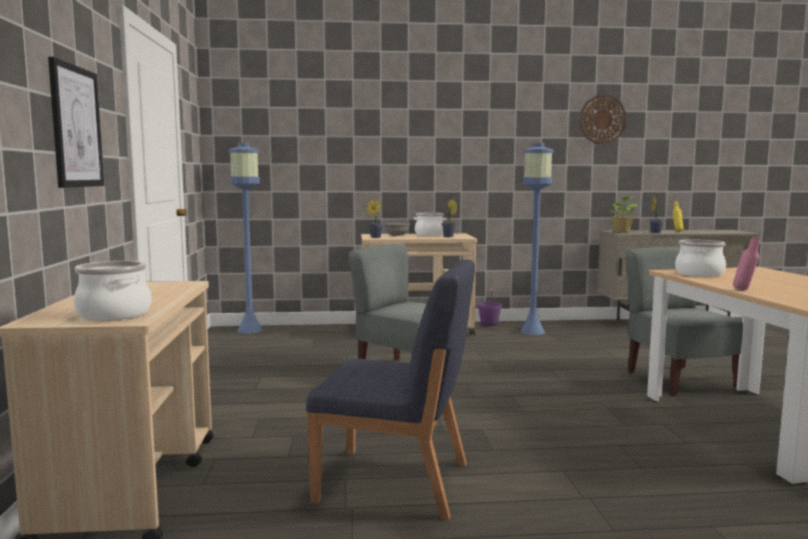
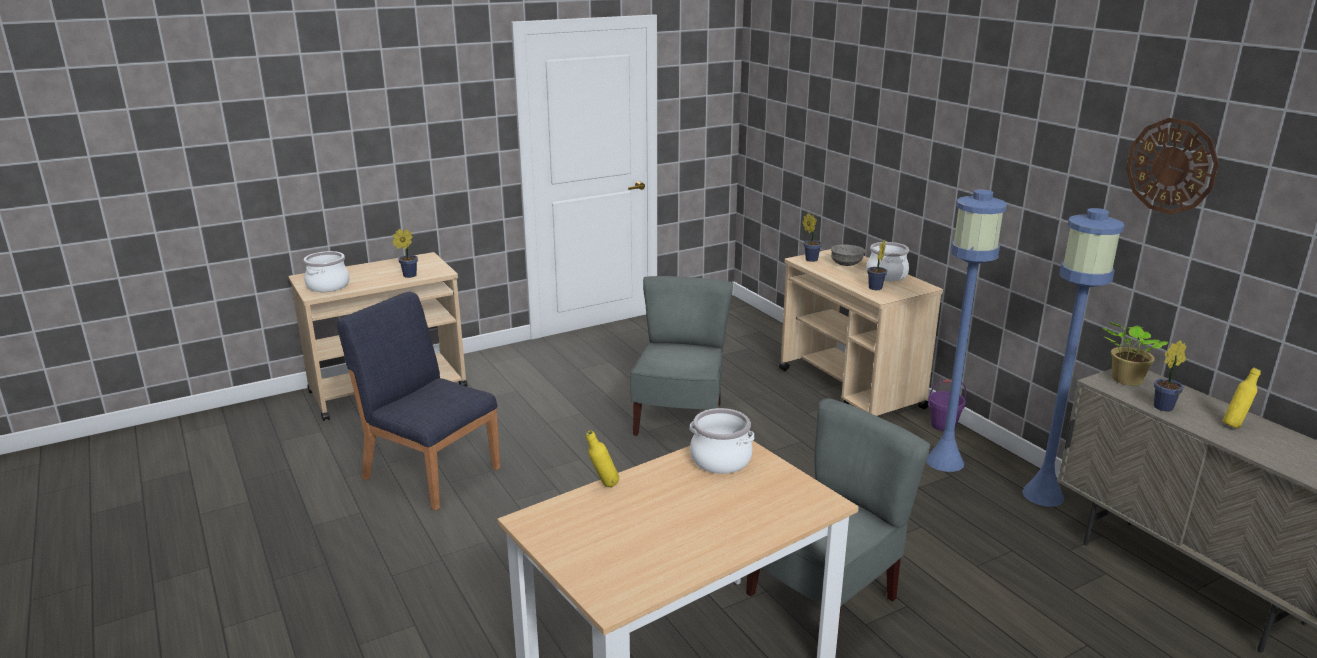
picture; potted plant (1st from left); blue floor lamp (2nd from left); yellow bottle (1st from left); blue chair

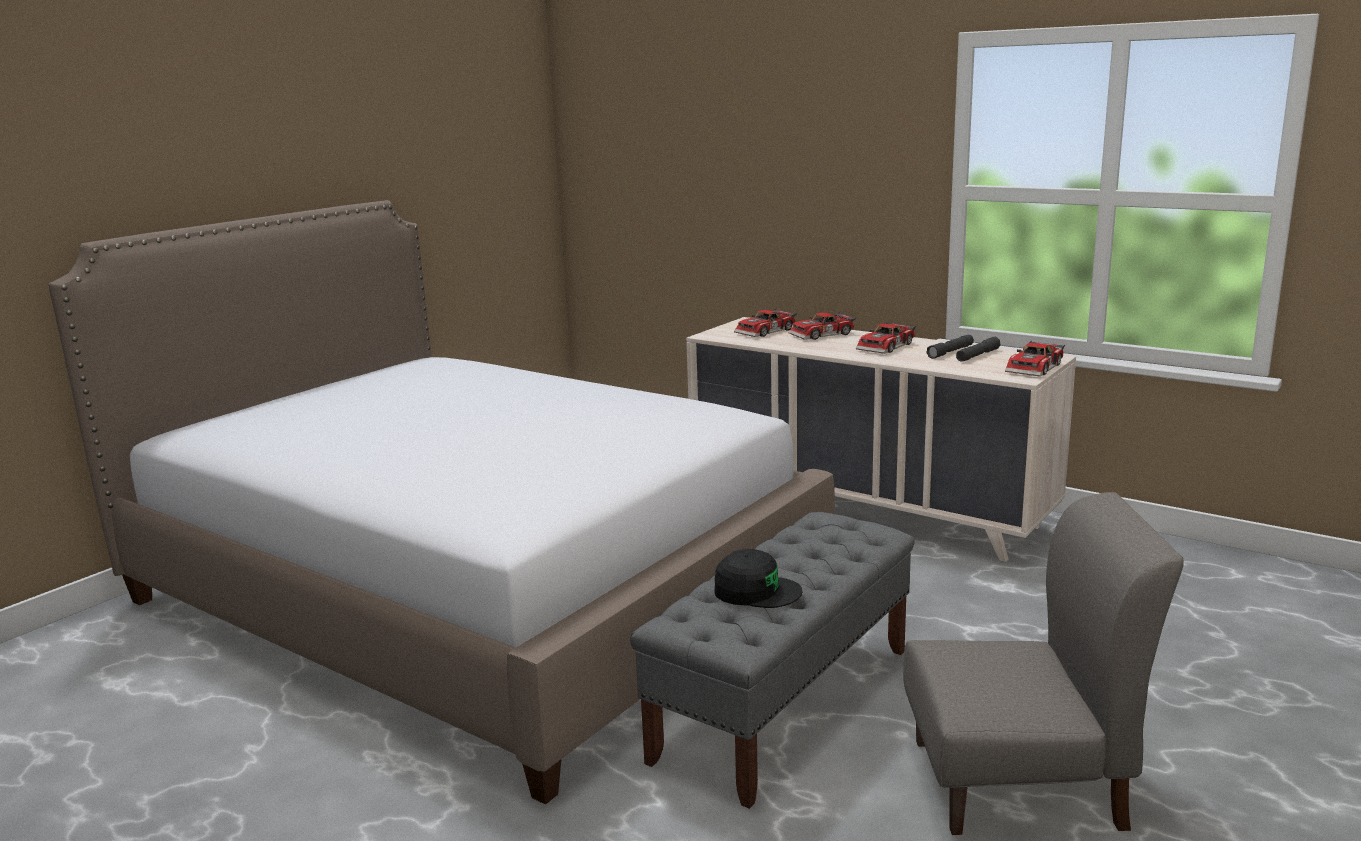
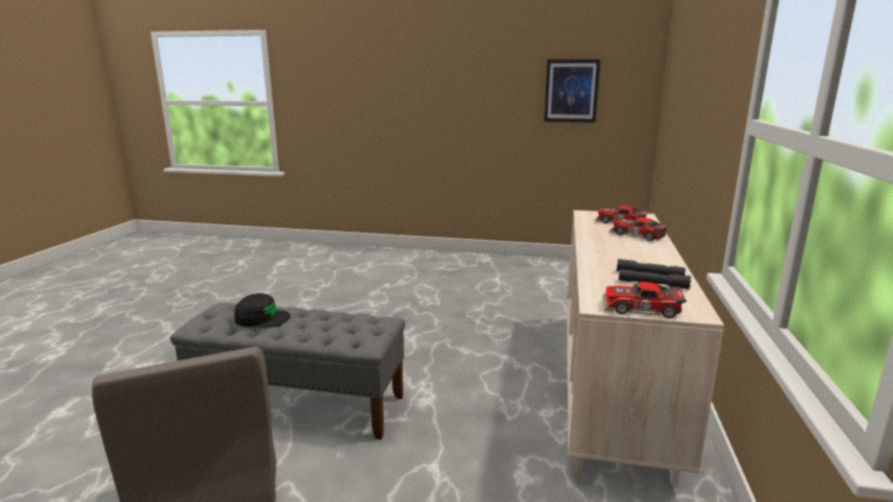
bed; toy car (3rd from left in the first image); picture; black cap

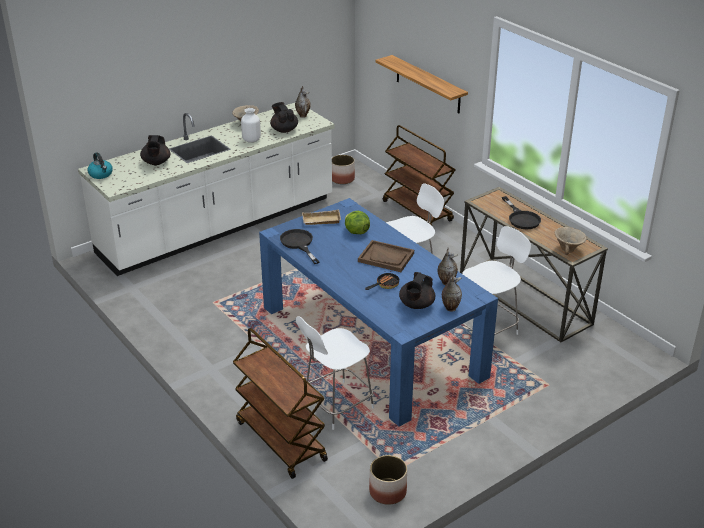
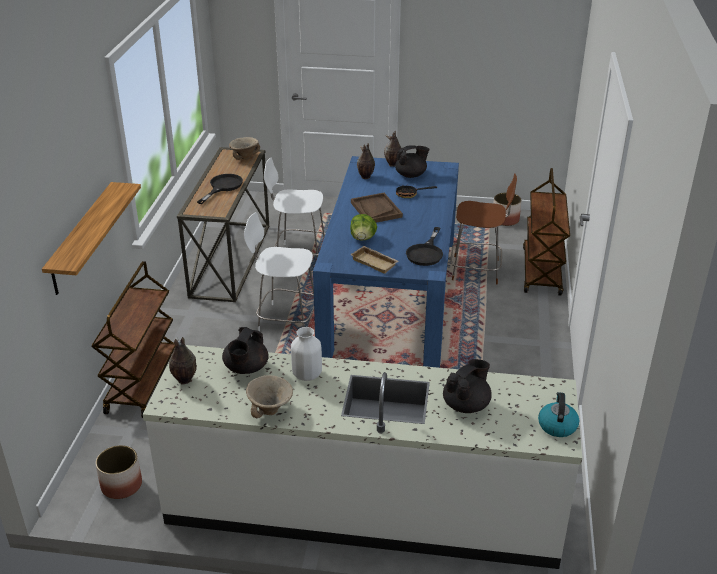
brown chair

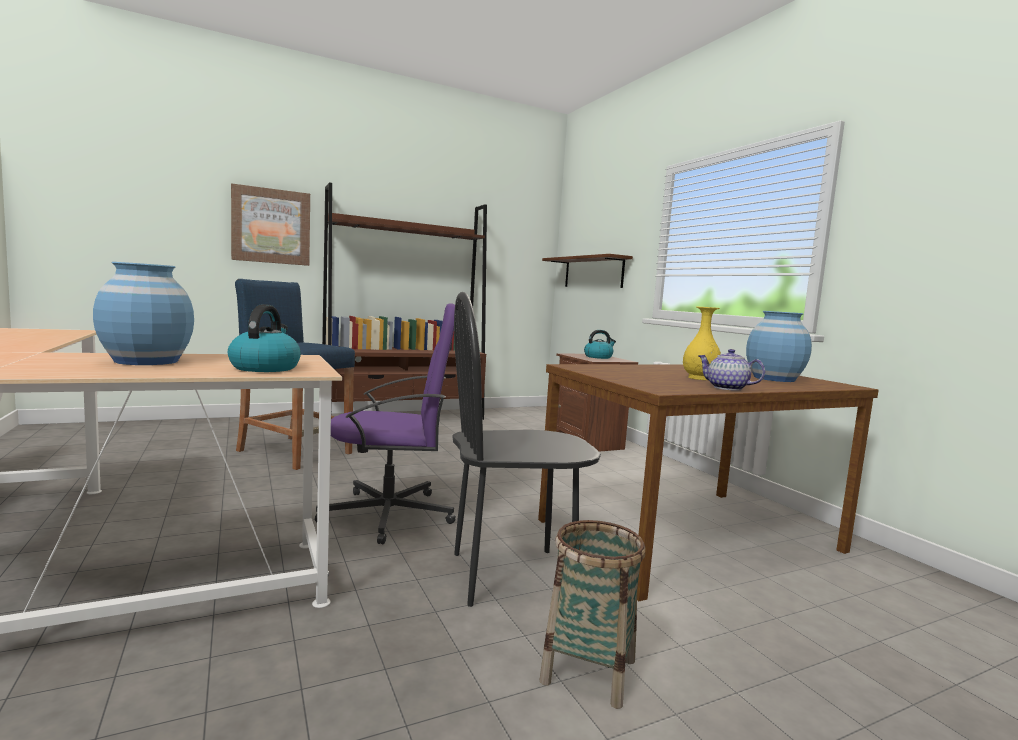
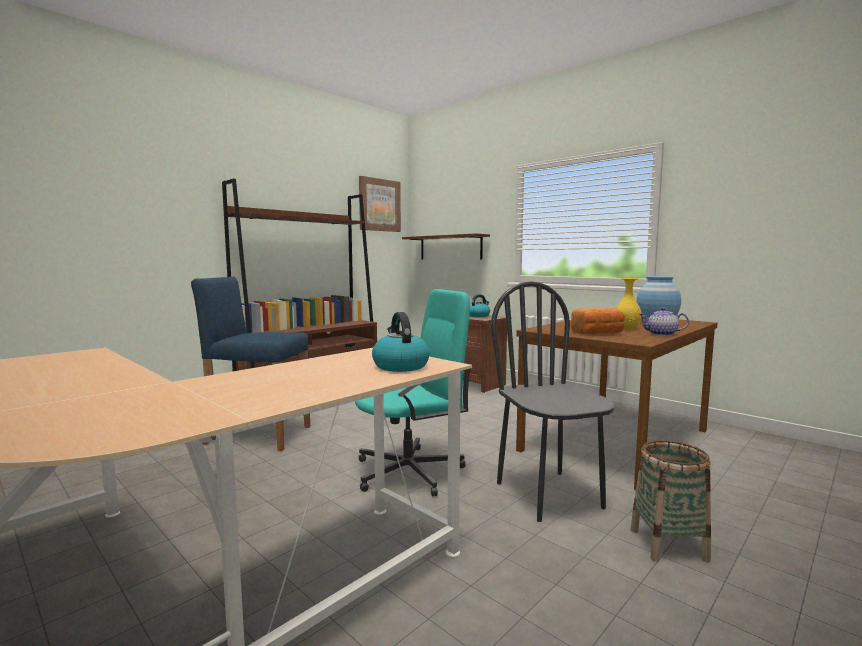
blue vase (1st from left in the first image); bread; picture; turquoise office chair; black chair

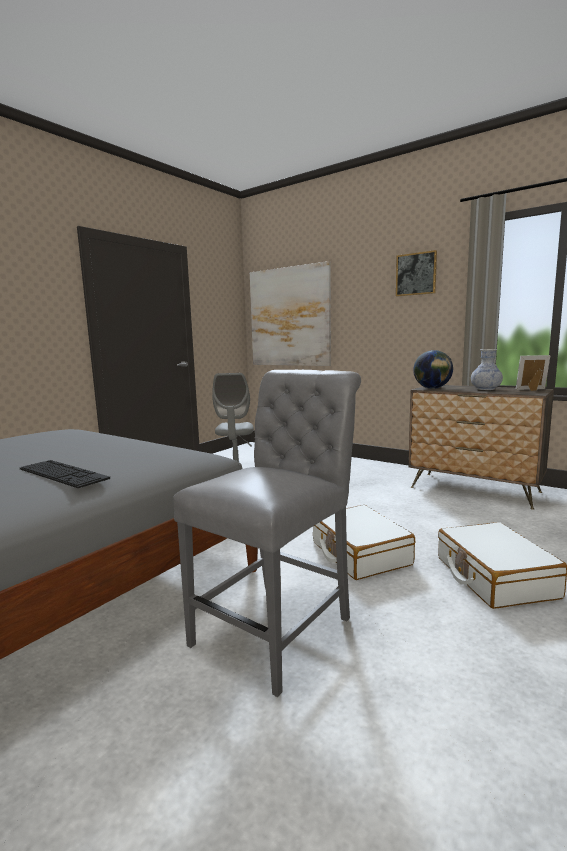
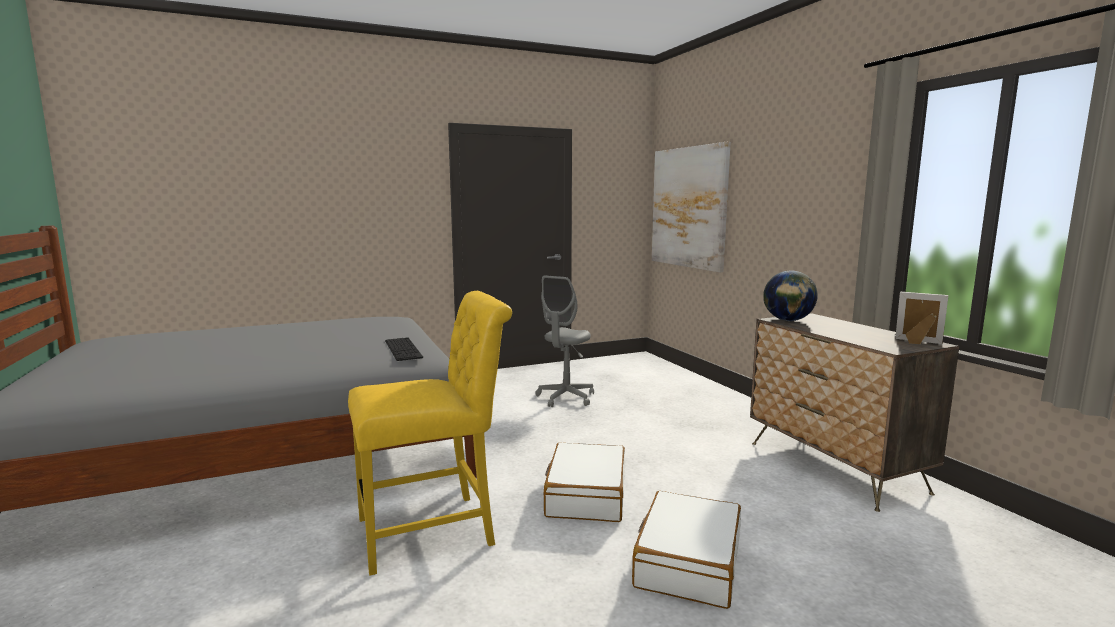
picture (2nd from left in the first image); vase; keyboard; yellow chair

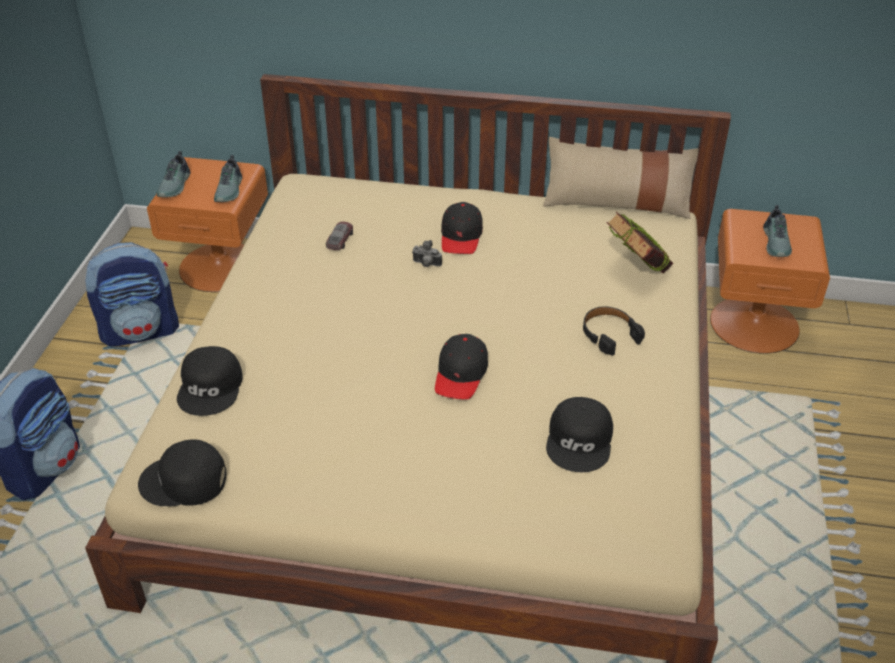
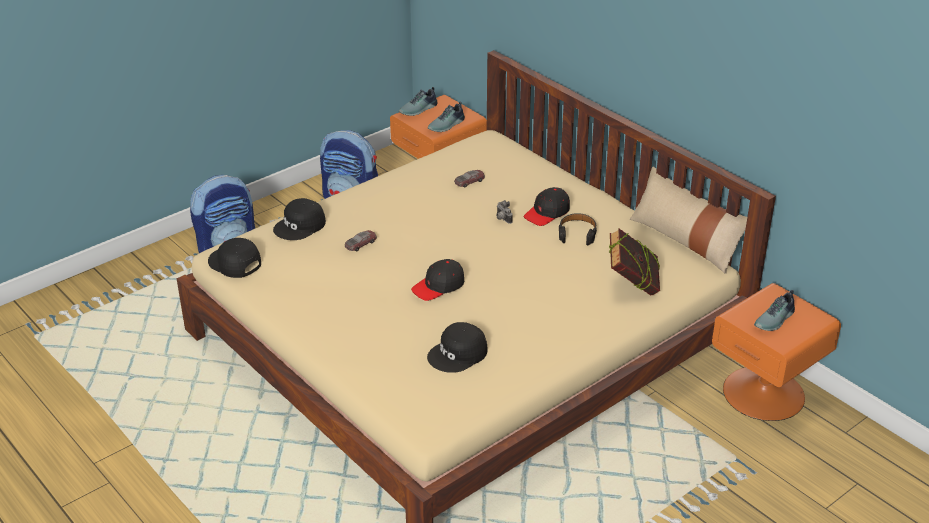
toy car (1st from left); black headphones

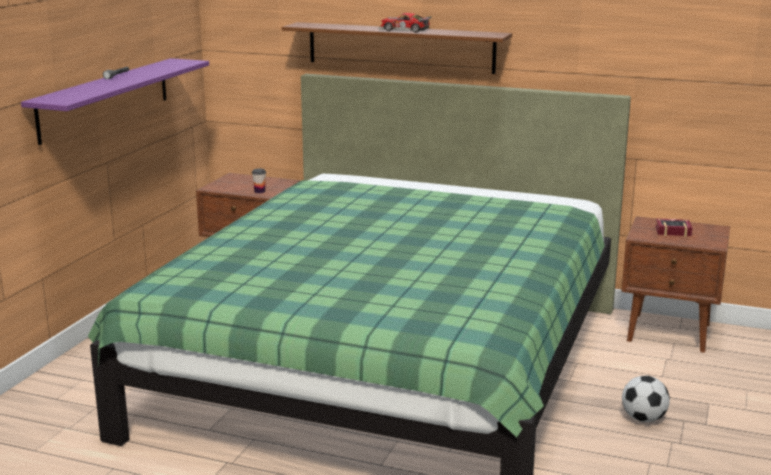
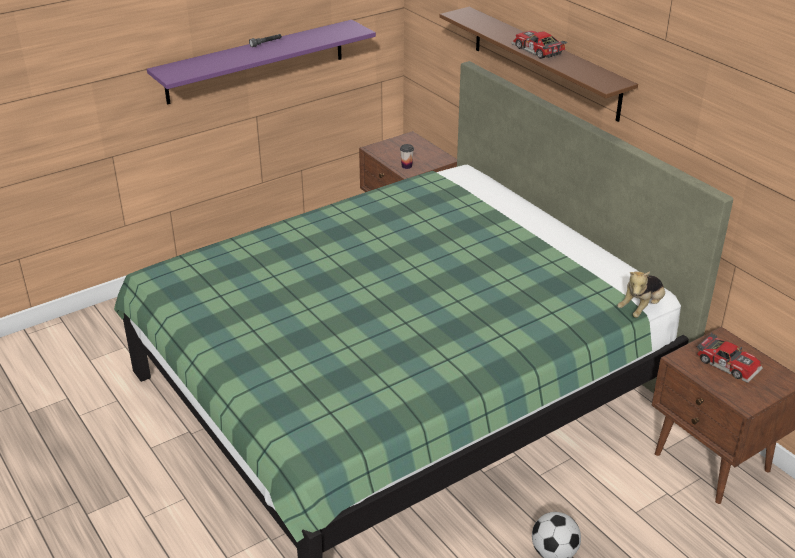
plush toy; toy car (2nd from left)

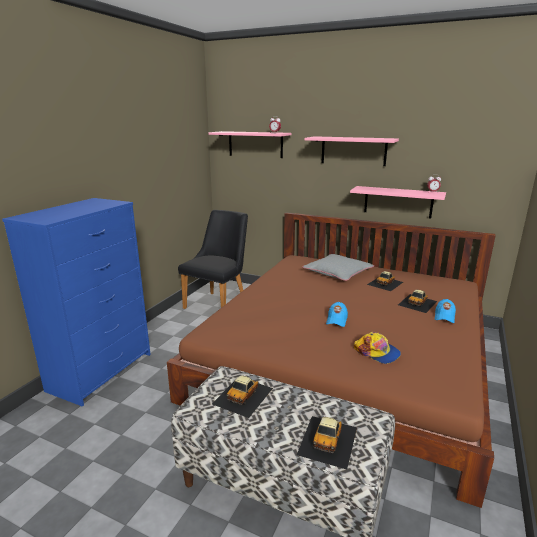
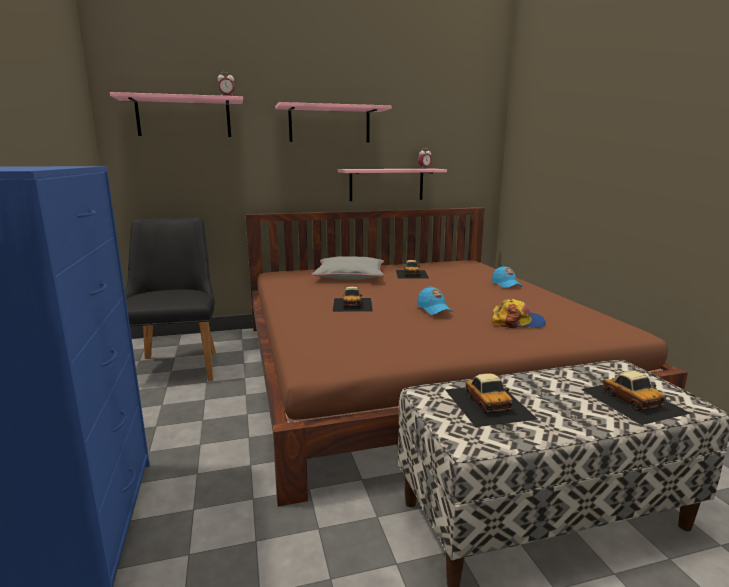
toy car (1st from left)

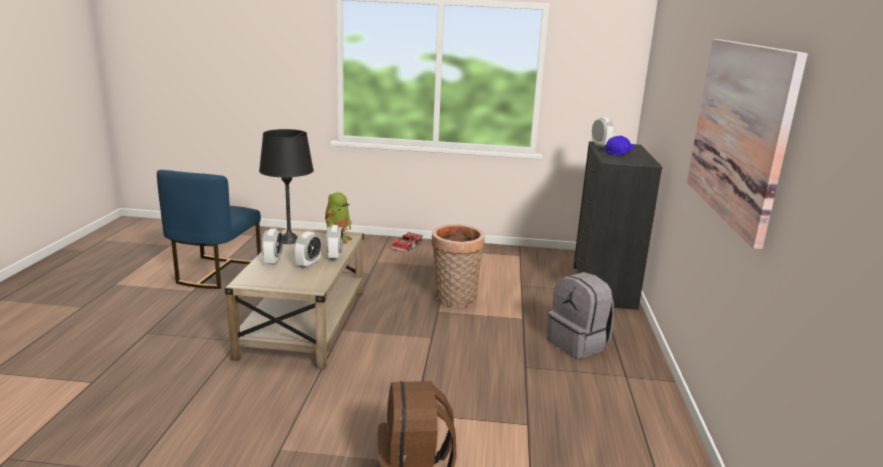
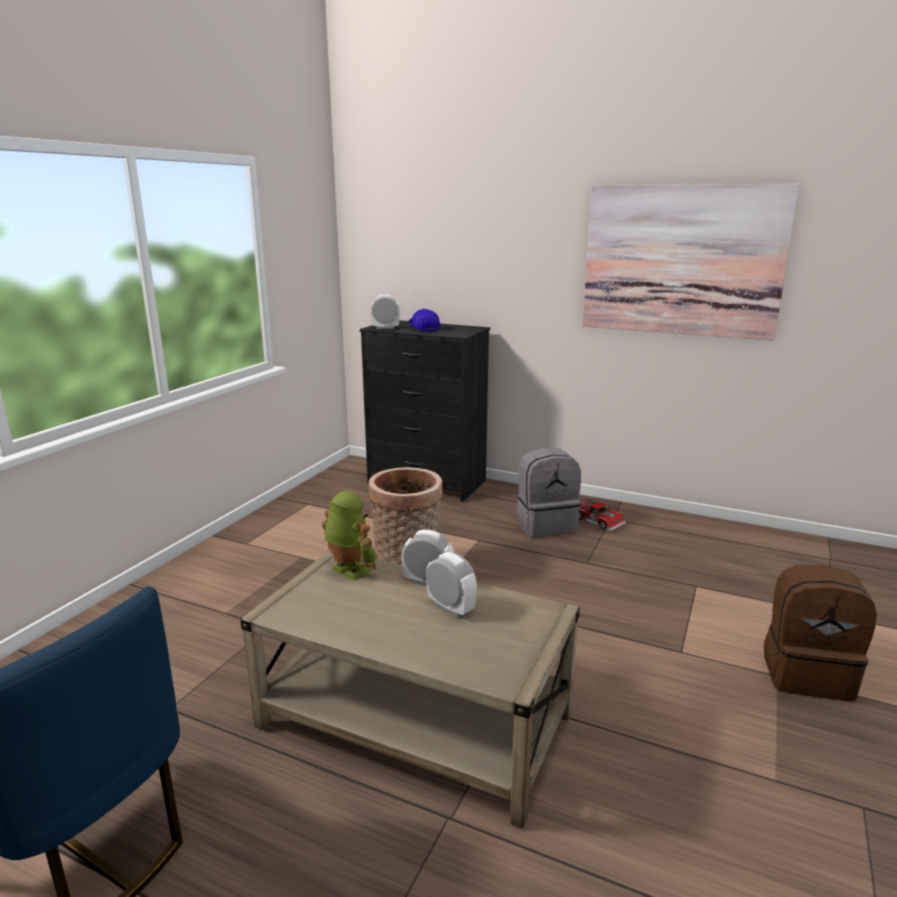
black table lamp; alarm clock (1st from left in the first image); toy car

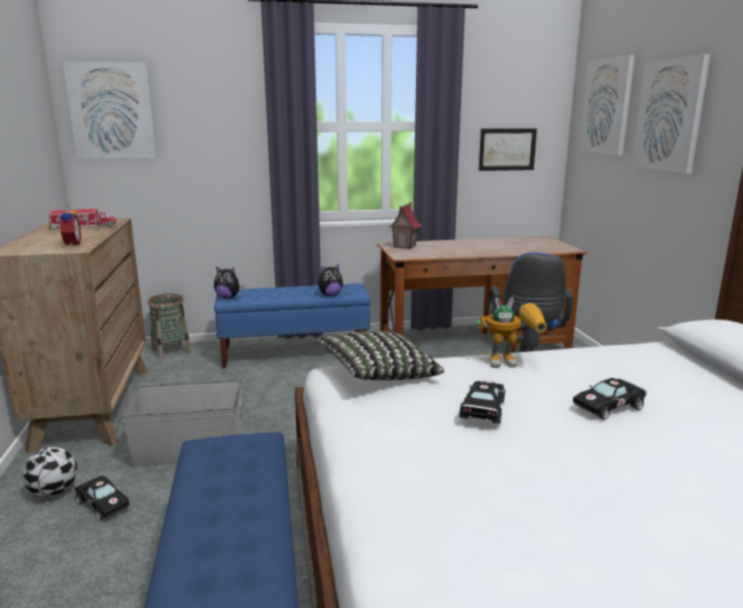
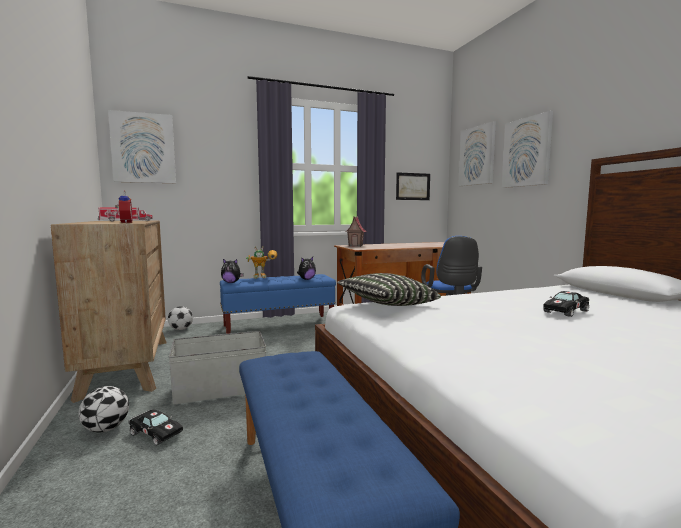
black toy car (2nd from left in the first image); toy robot; football (2nd from left)

